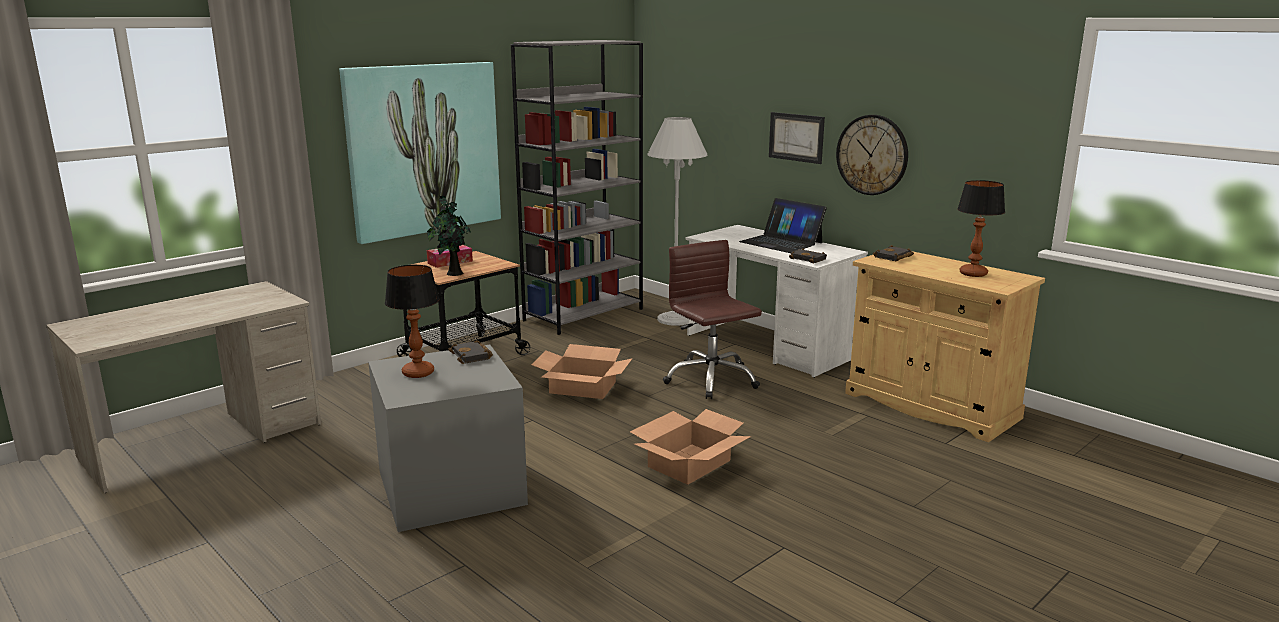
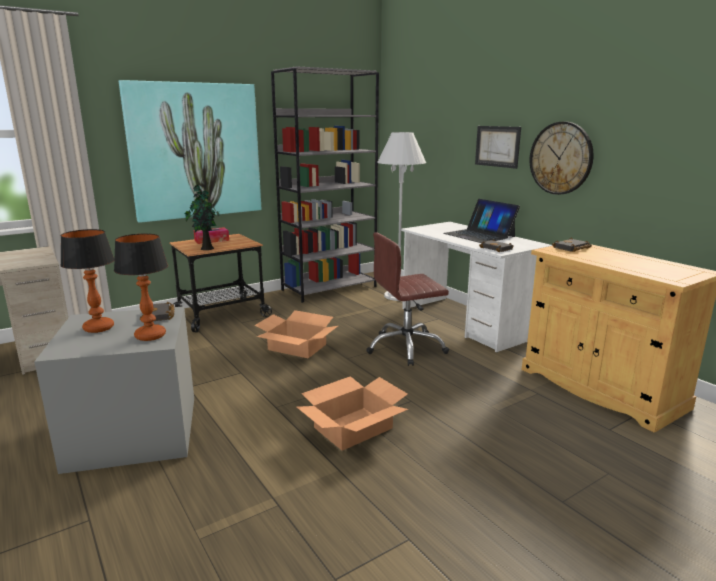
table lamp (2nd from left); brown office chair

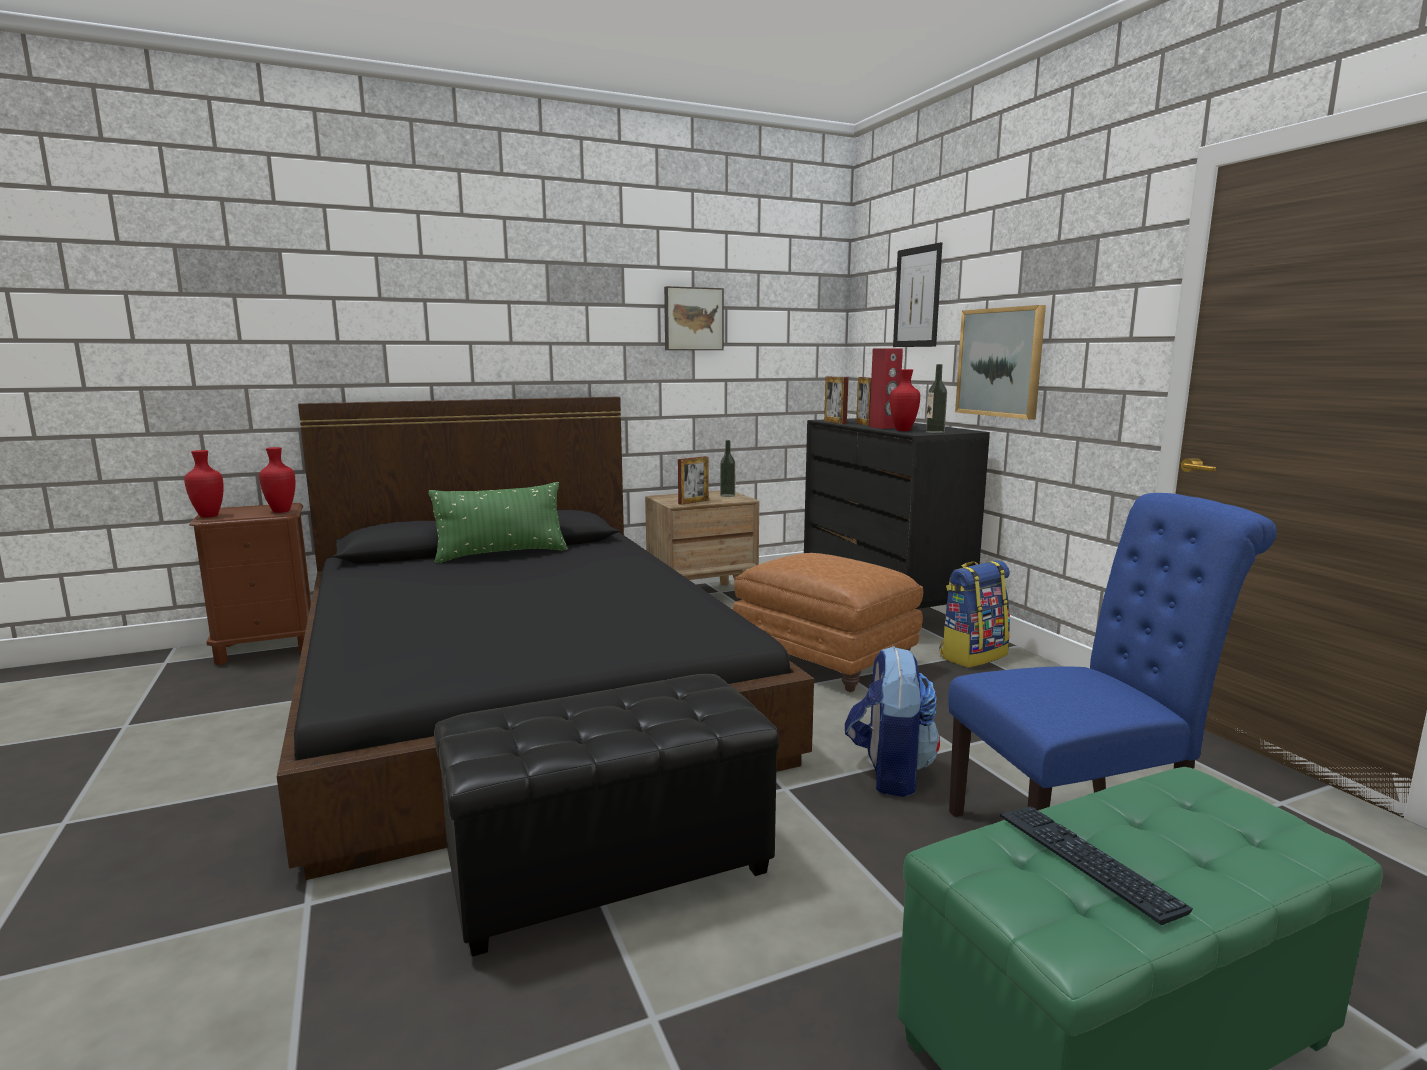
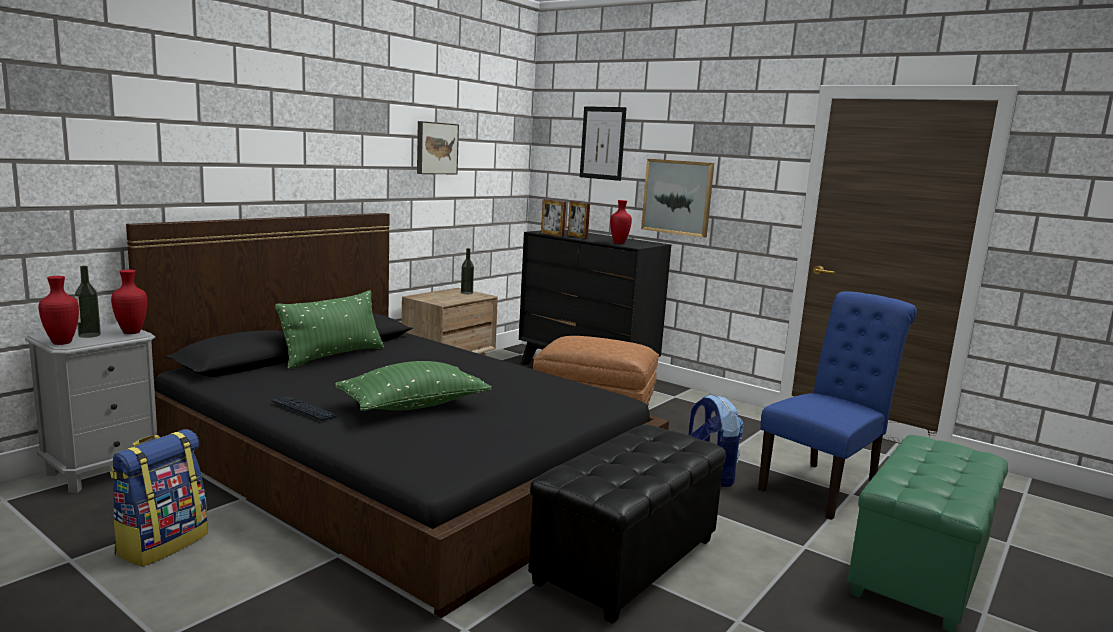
picture frame (1st from left in the first image); red speaker; green pillow (2nd from left); bottle (1st from left); backpack (1st from left); keyboard; grey nightstand

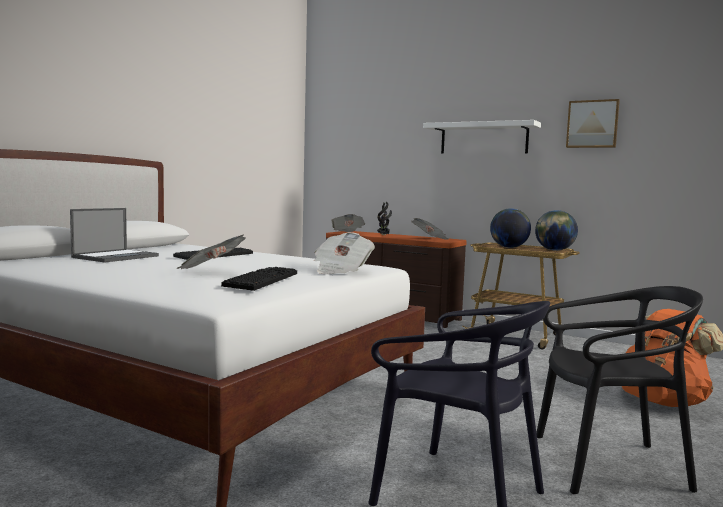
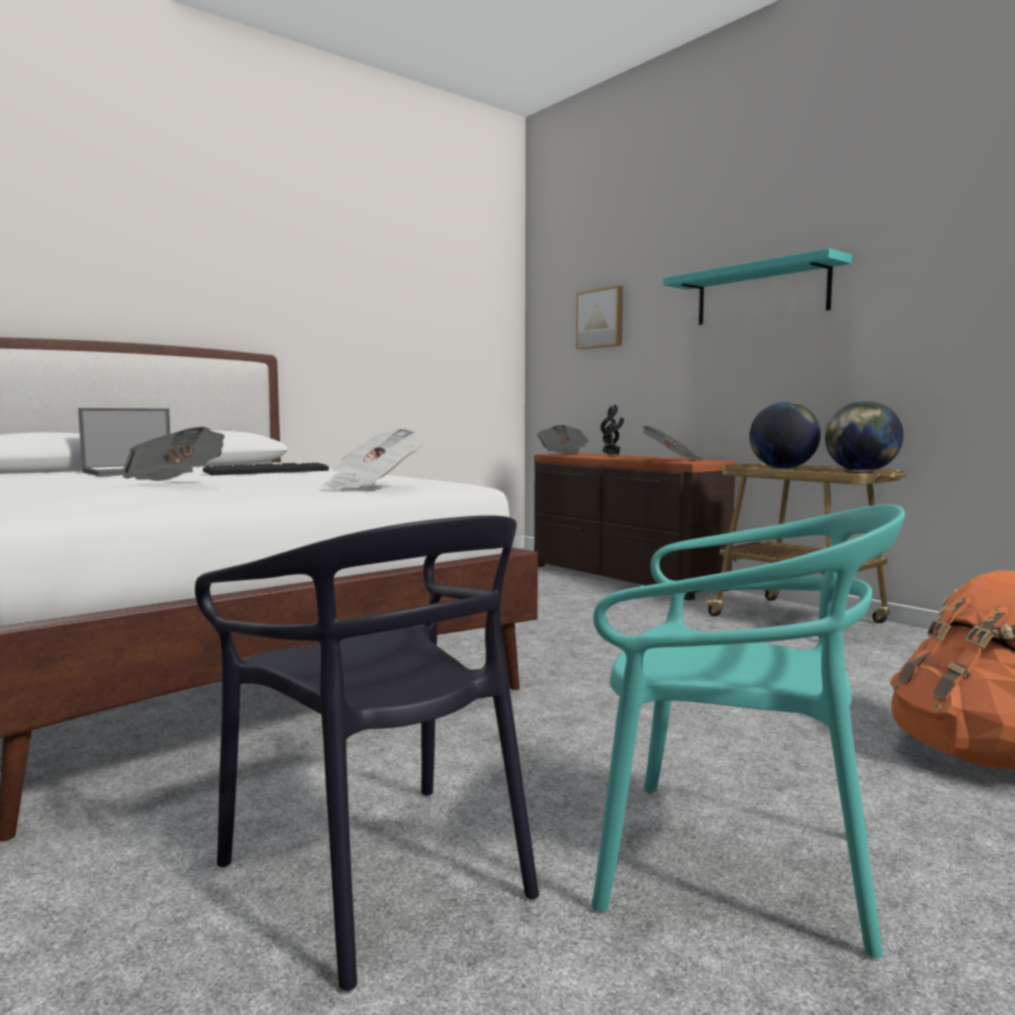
keyboard (2nd from left in the first image); picture; turquoise shelf; turquoise chair

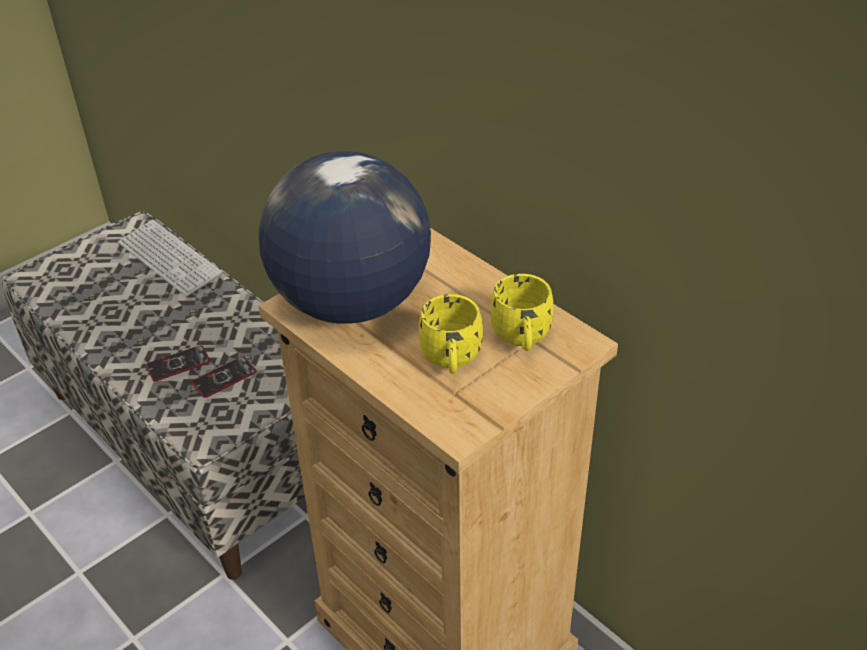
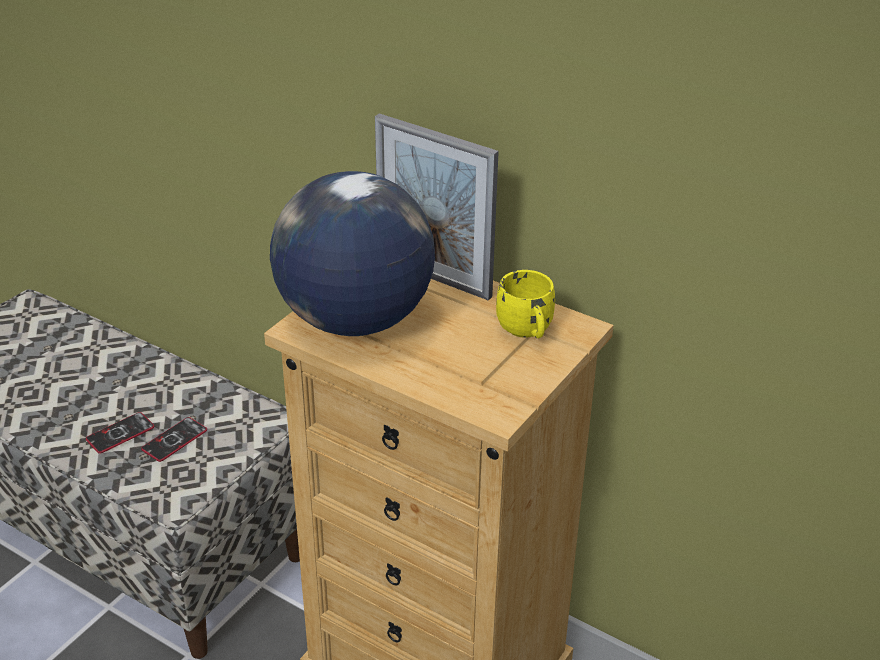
keyboard; yellow mug (1st from left in the first image); picture frame

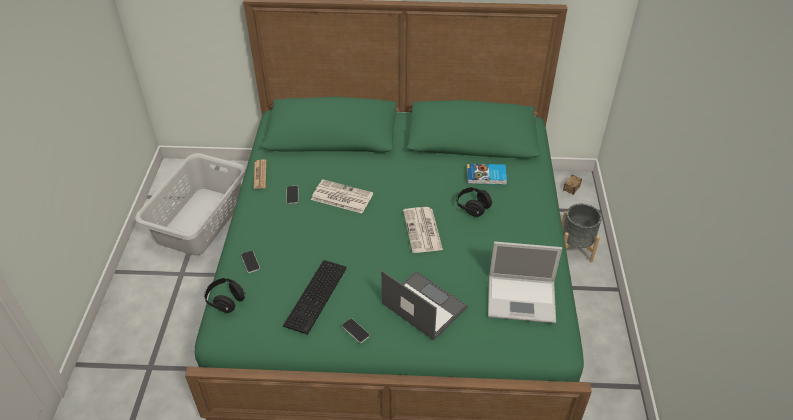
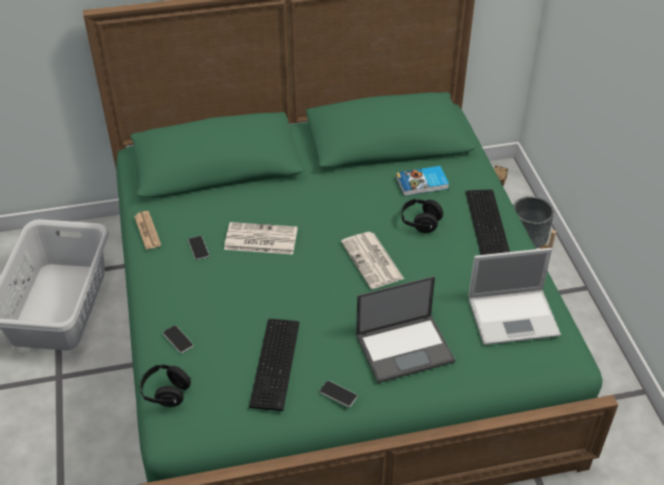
keyboard (2nd from left); laptop (1st from left)

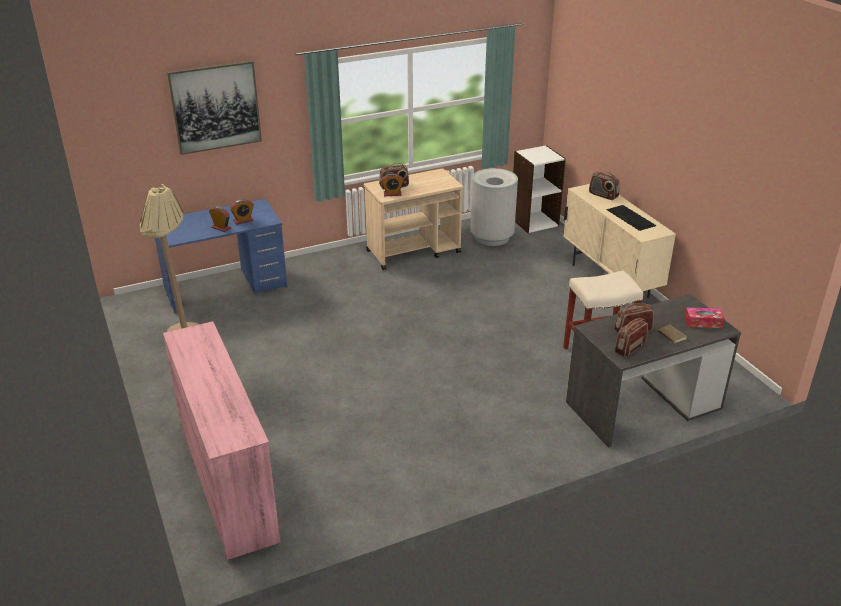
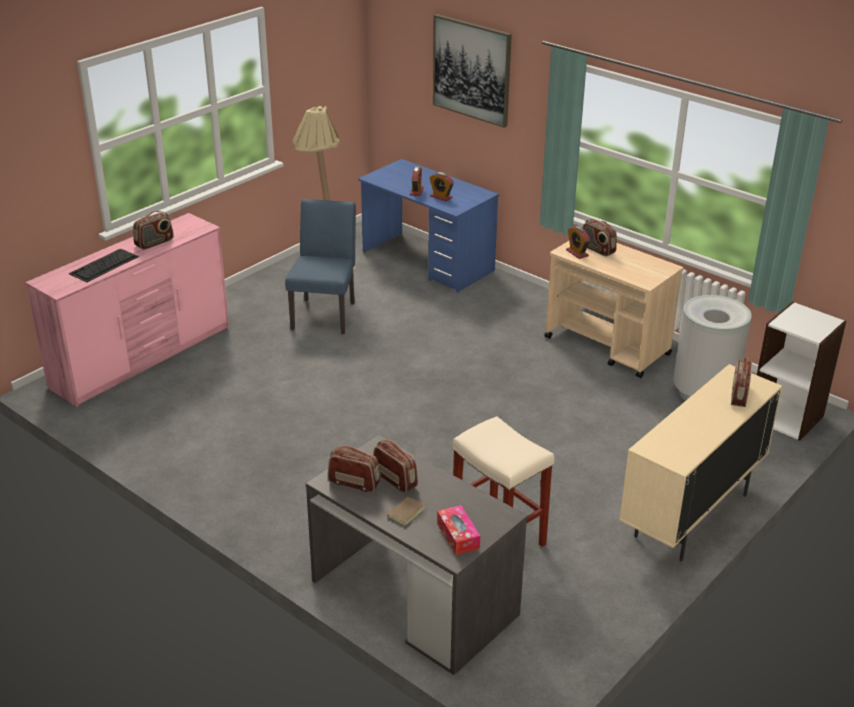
radio (1st from left); blue chair; keyboard

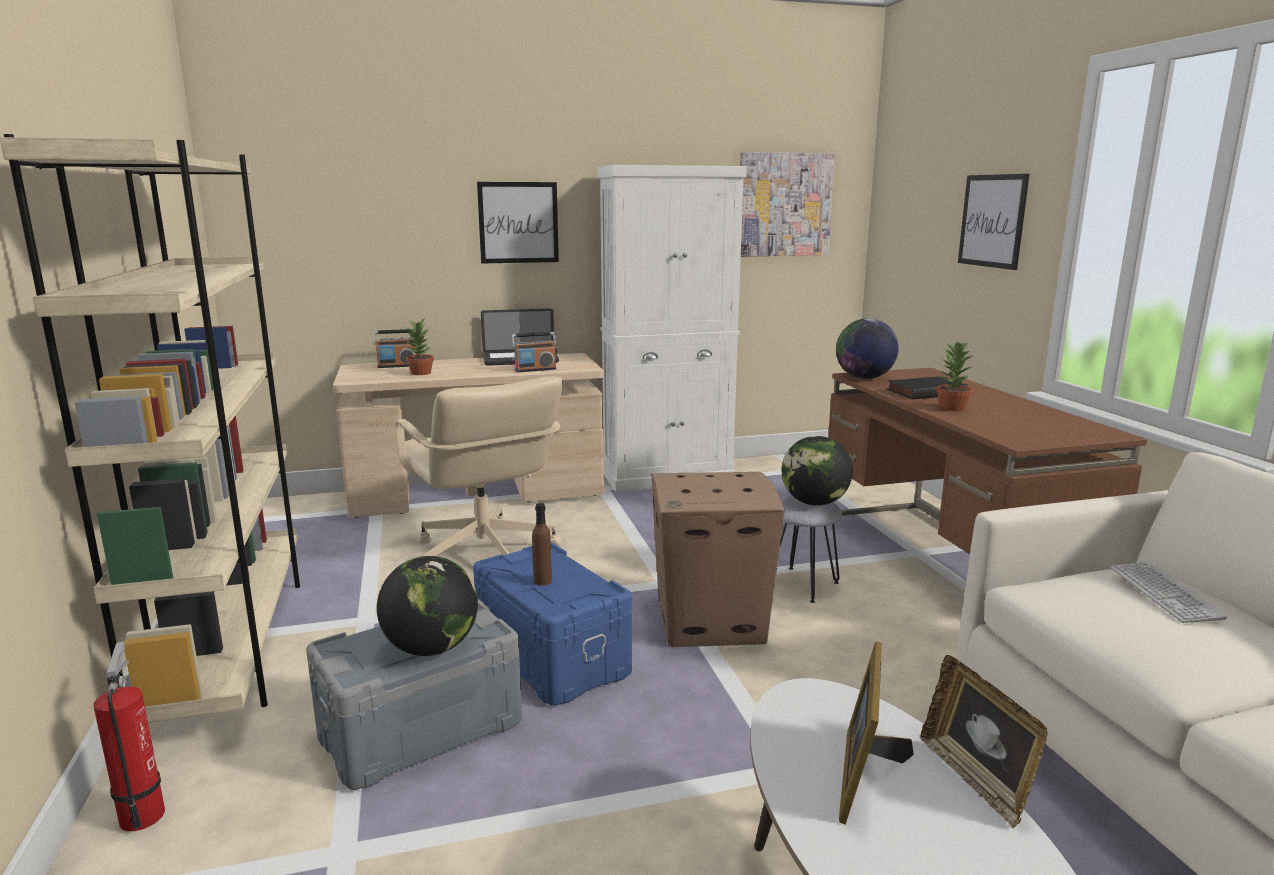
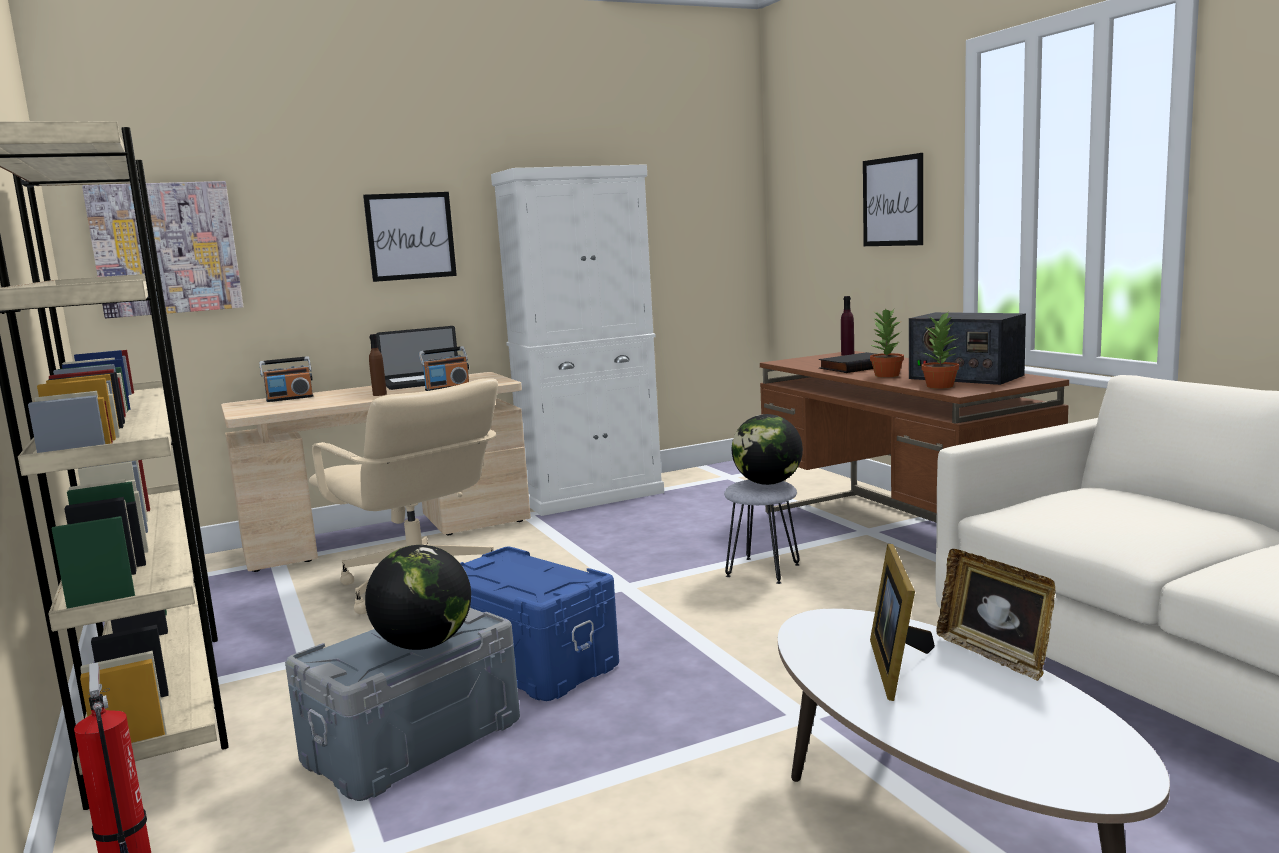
cardboard box; globe (3rd from left in the first image); keyboard; purple bottle; radio (3rd from left); potted plant (2nd from left); brown bottle; picture (1st from left)

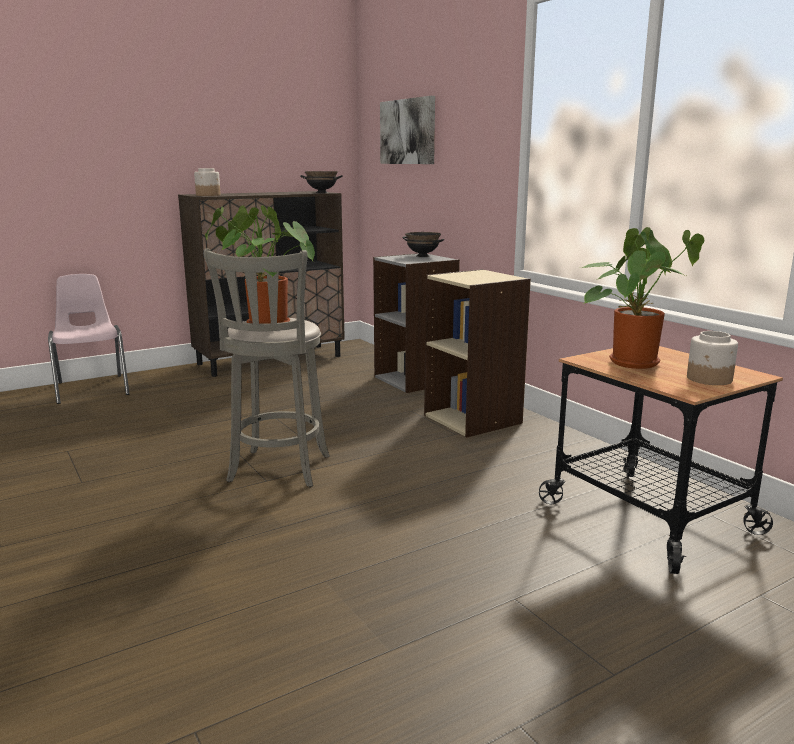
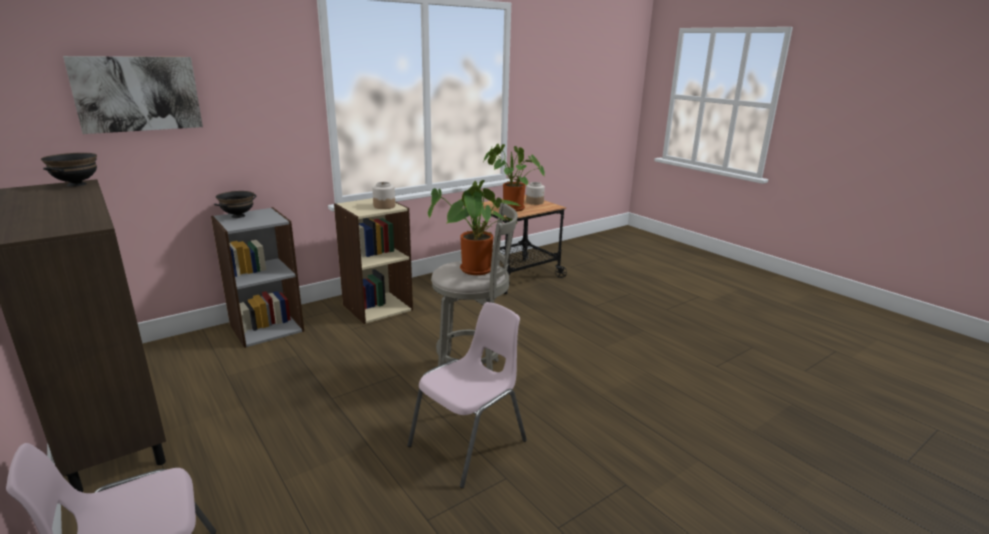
pink chair (2nd from left); jar (1st from left)

